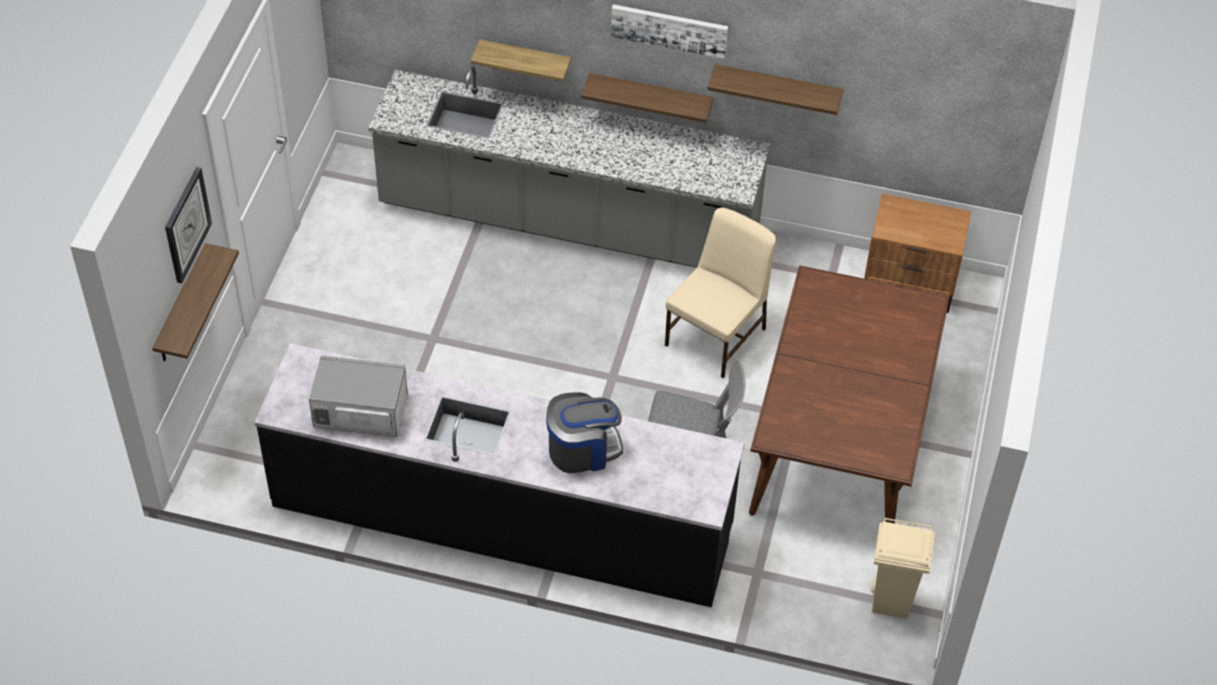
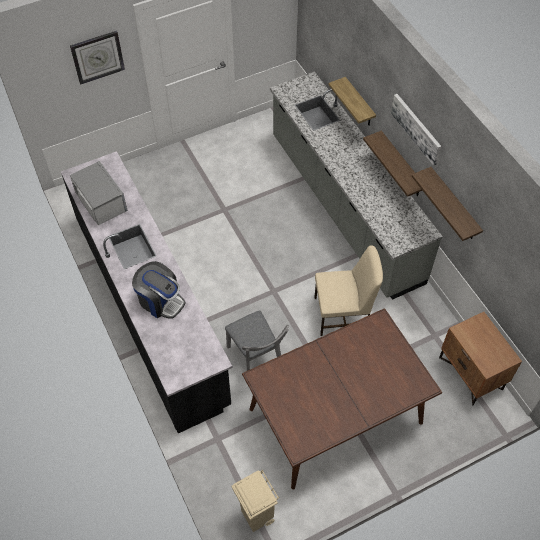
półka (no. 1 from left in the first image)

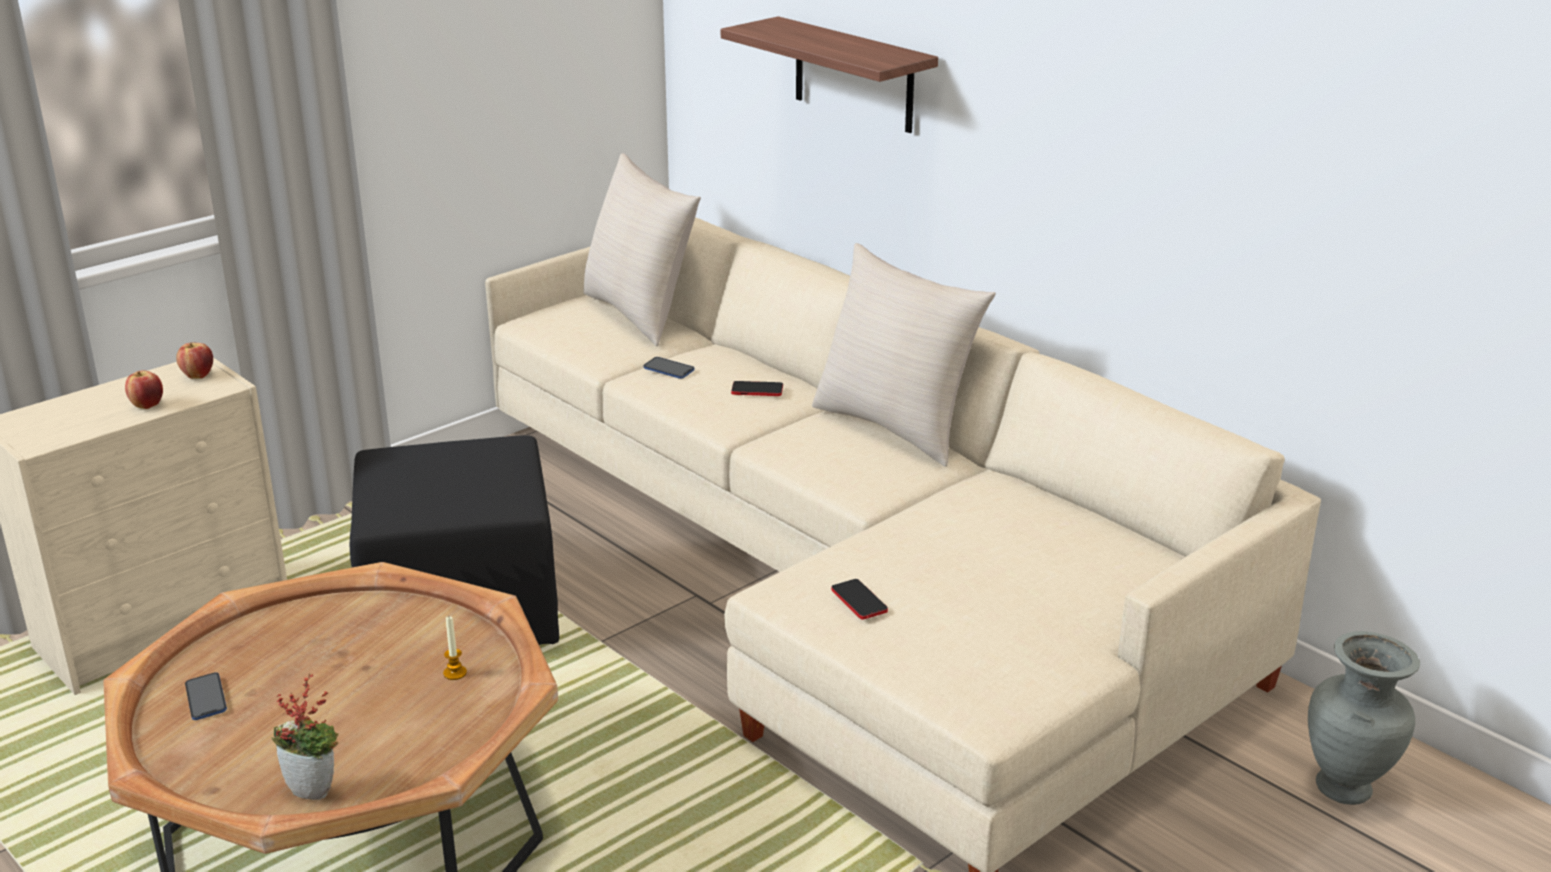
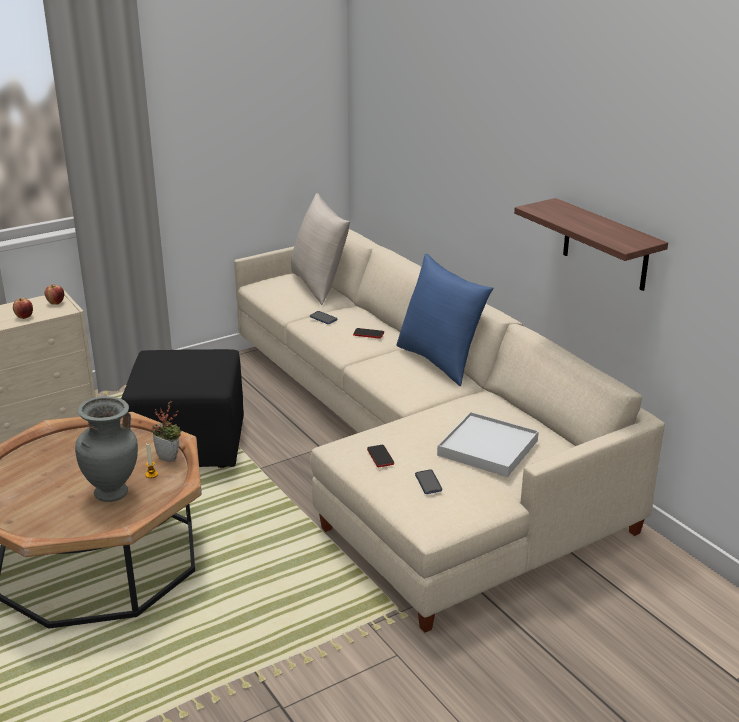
telefon (no. 4 from left); roślina doniczkowa; półka; poduszka [niebieski]; wazon [szary]; taca [biały]

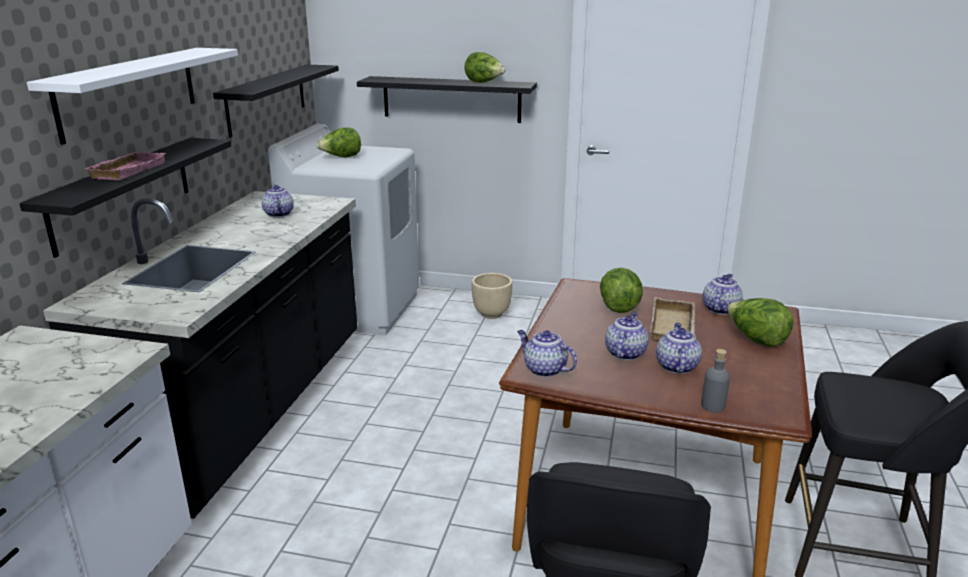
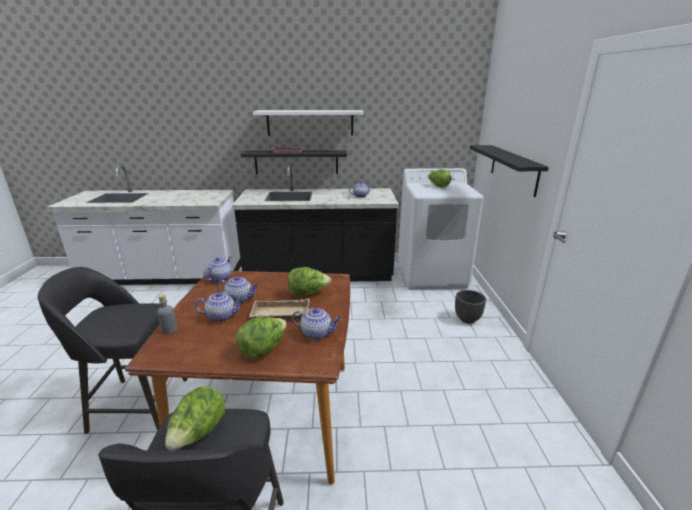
półka [czarny] (no. 2 from left in the first image); sałata (no. 1 from left); donica [czarny]

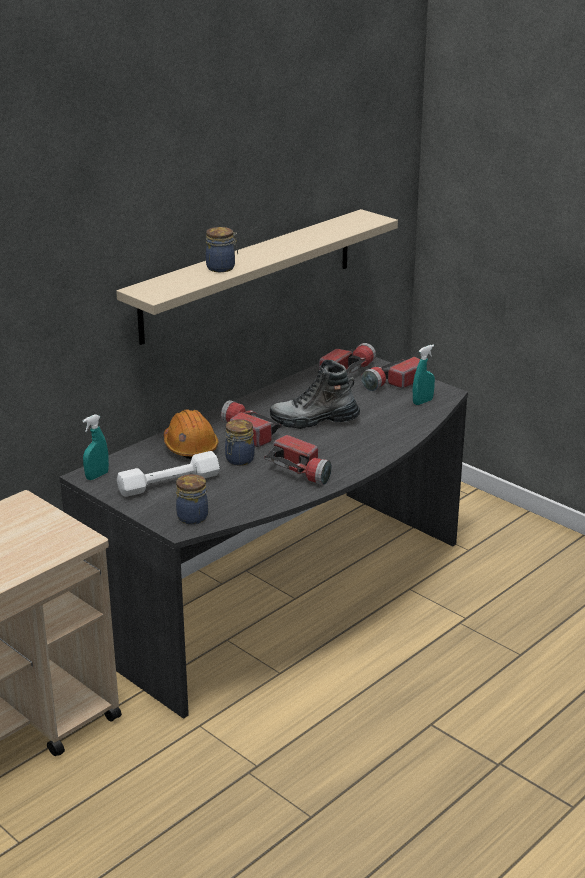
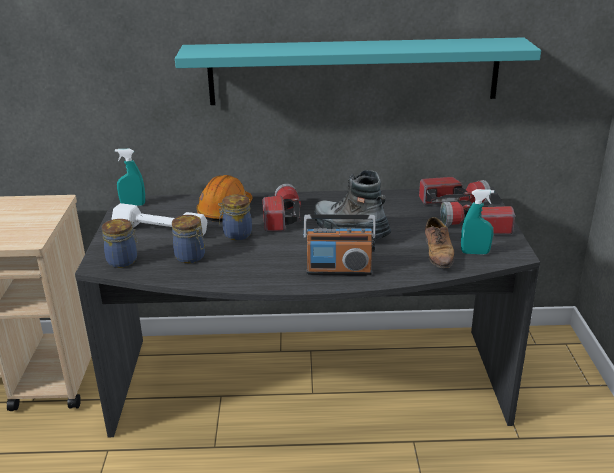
półka [turkusowy]; słoik (no. 2 from left); latarka (no. 2 from left in the first image); radio; but

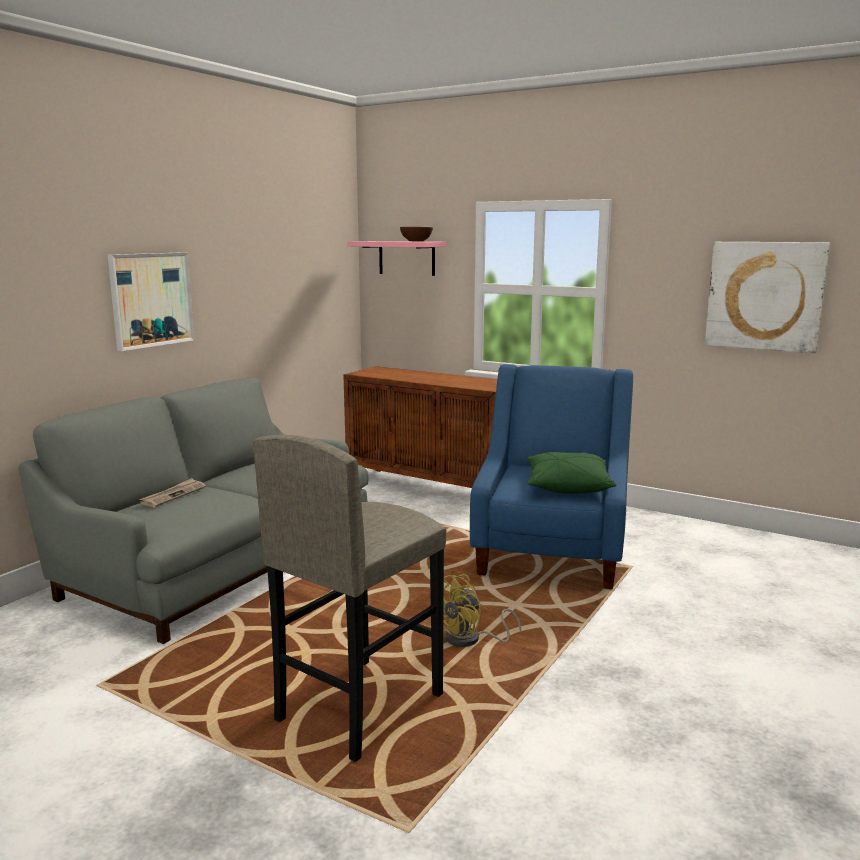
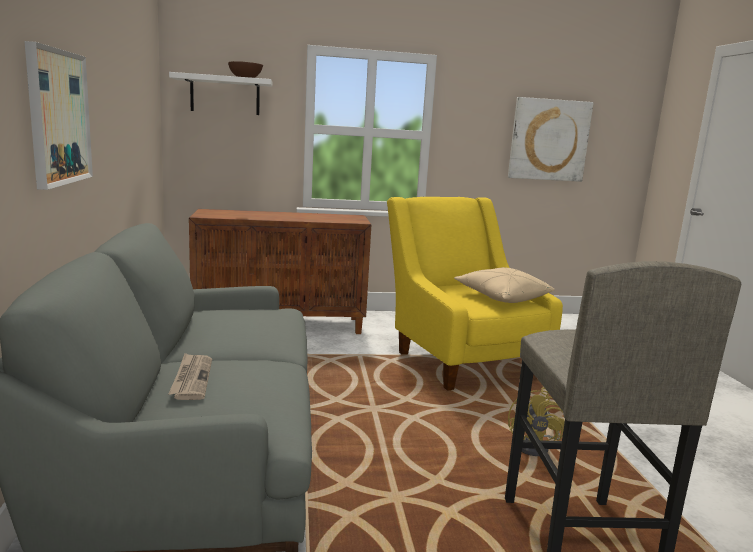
półka [biały]; fotel [żółty]; poduszka [beżowy]

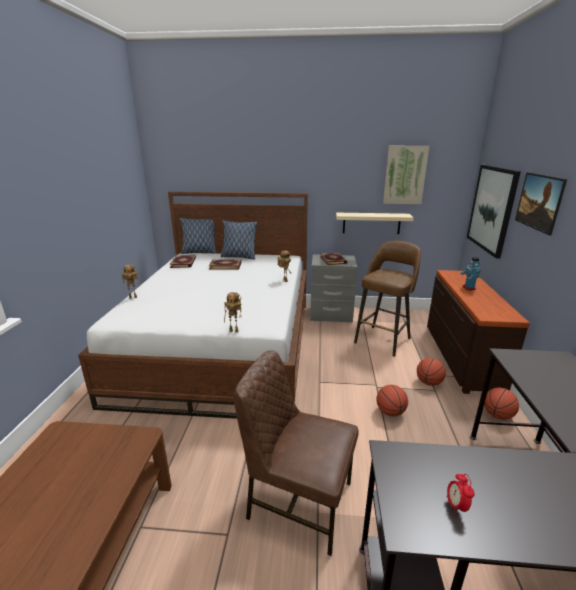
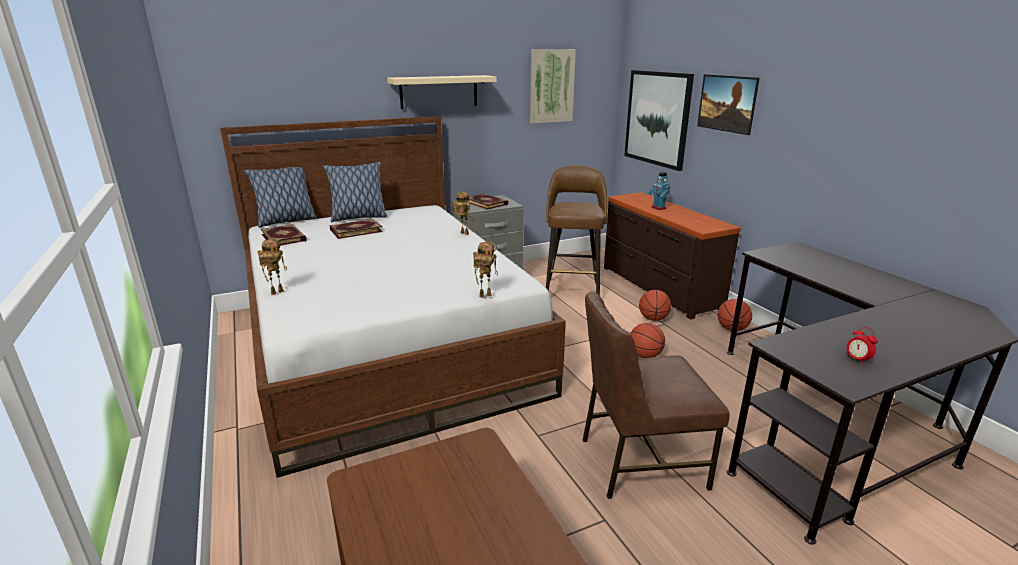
półka [beżowy]

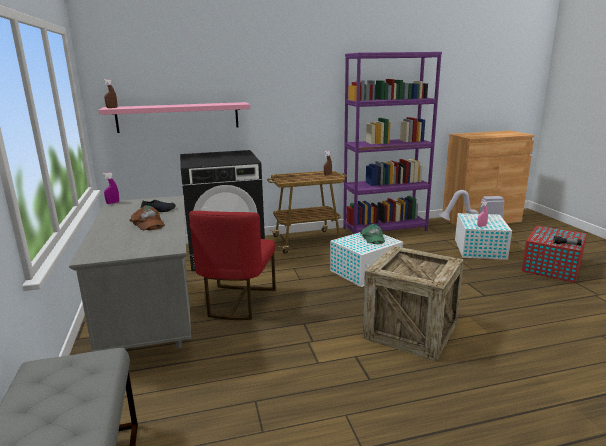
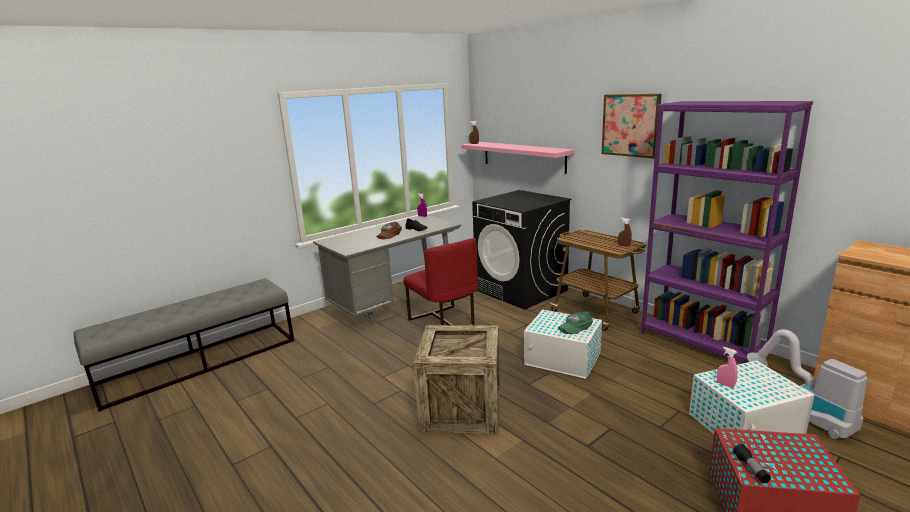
krzesło [czerwony]; obraz

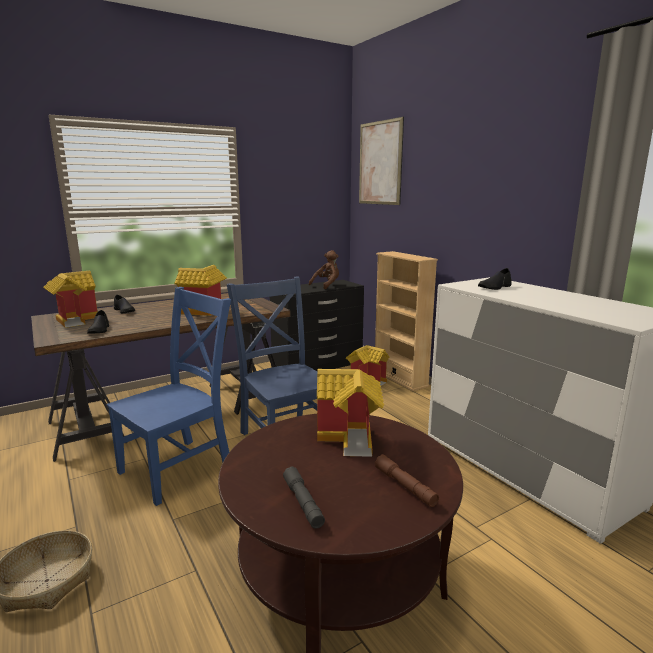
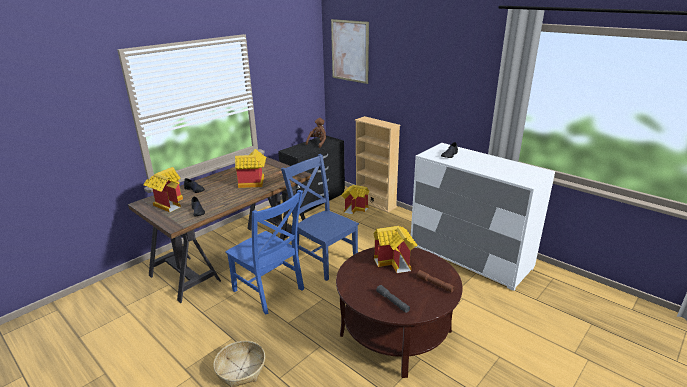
krzesło [niebieski] (no. 1 from left)

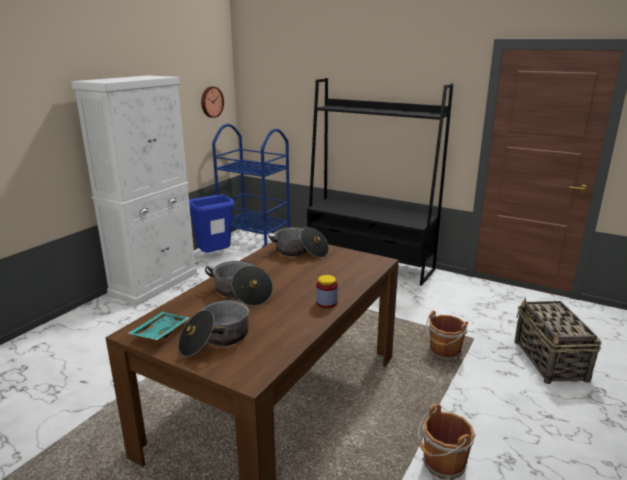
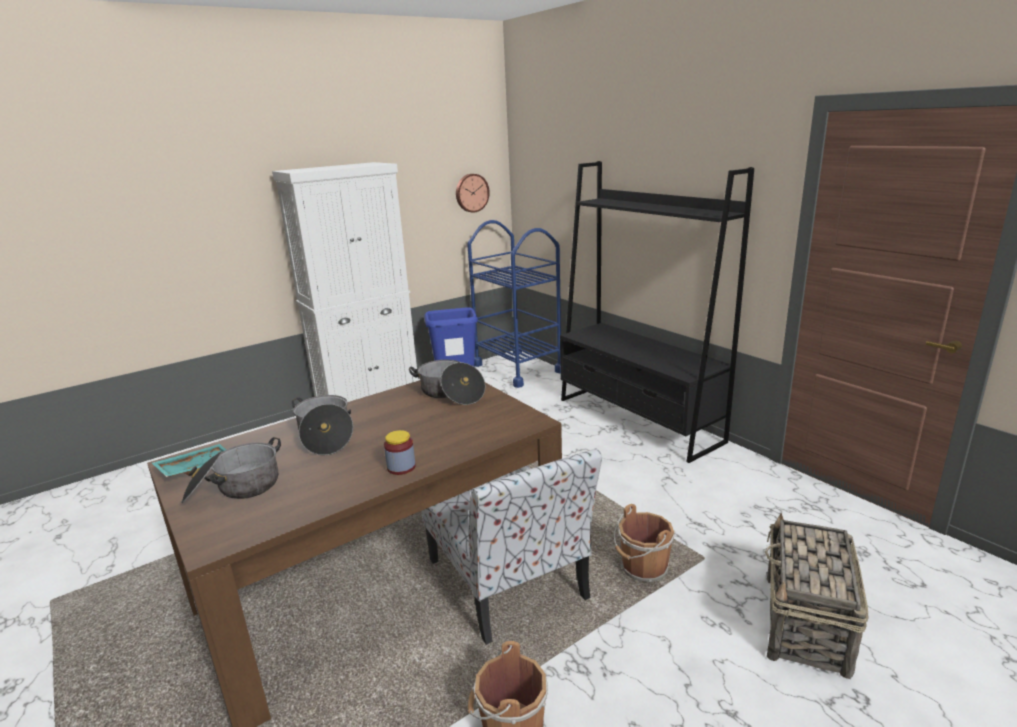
krzesło

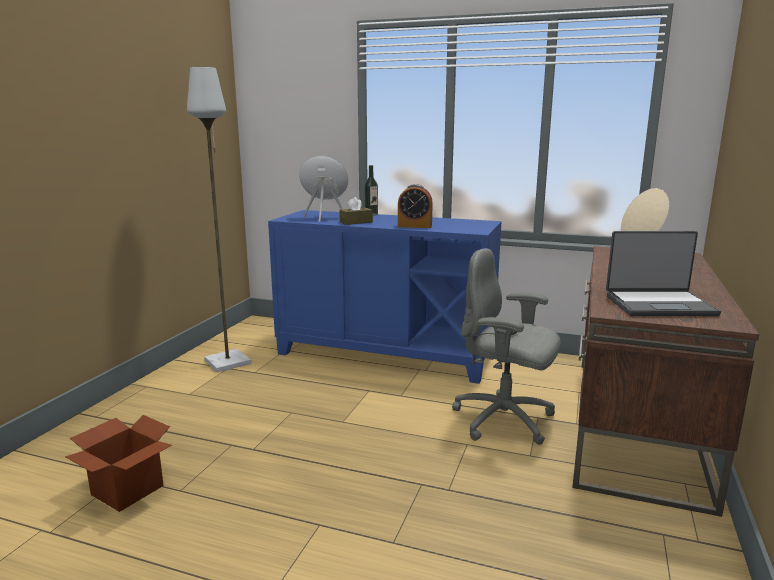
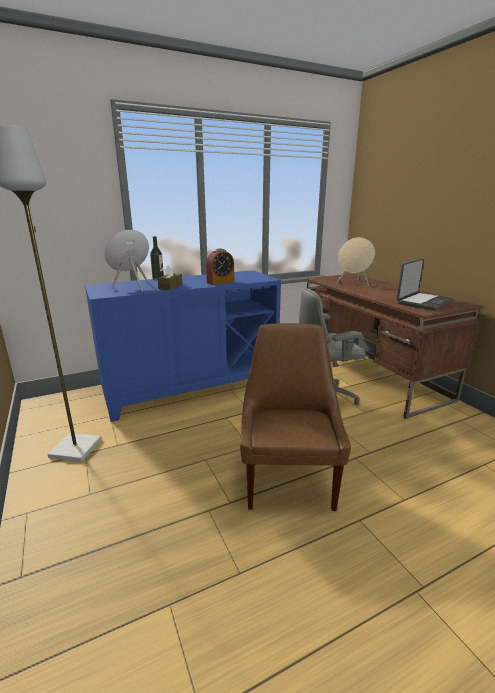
karton; krzesło [brązowy]

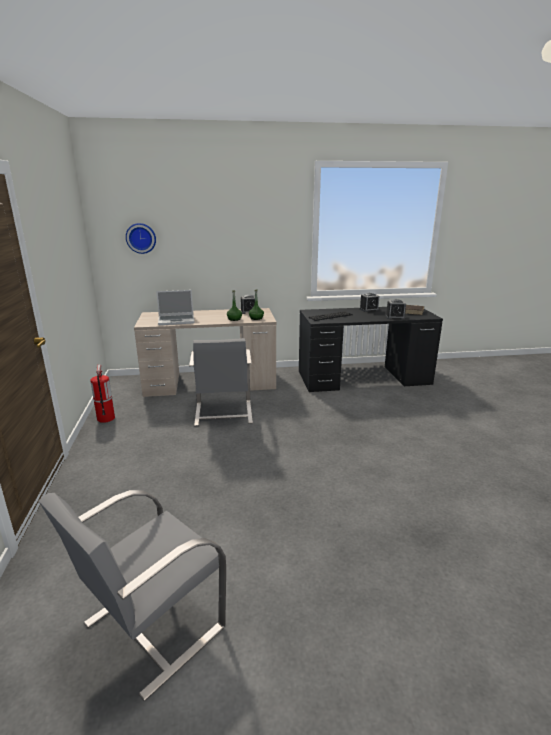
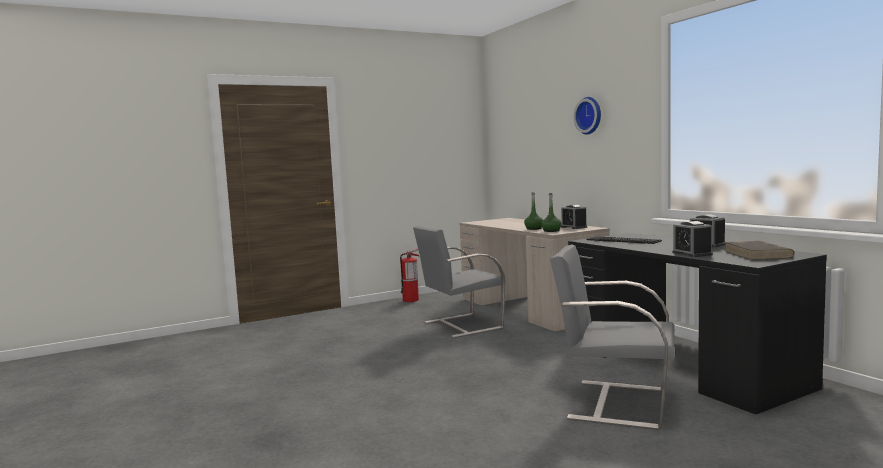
krzesło [szary] (no. 2 from left); zegar ścienny; laptop

